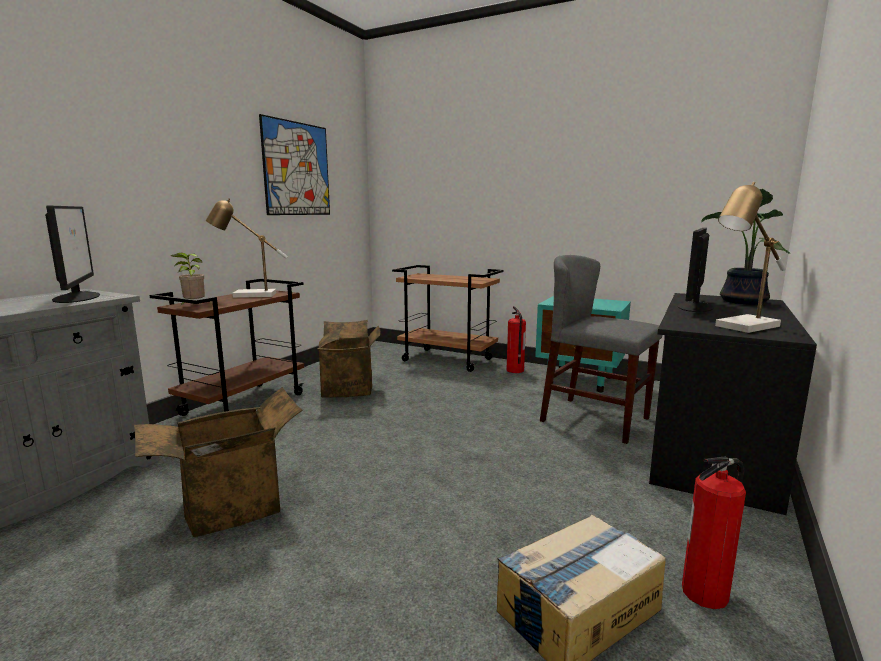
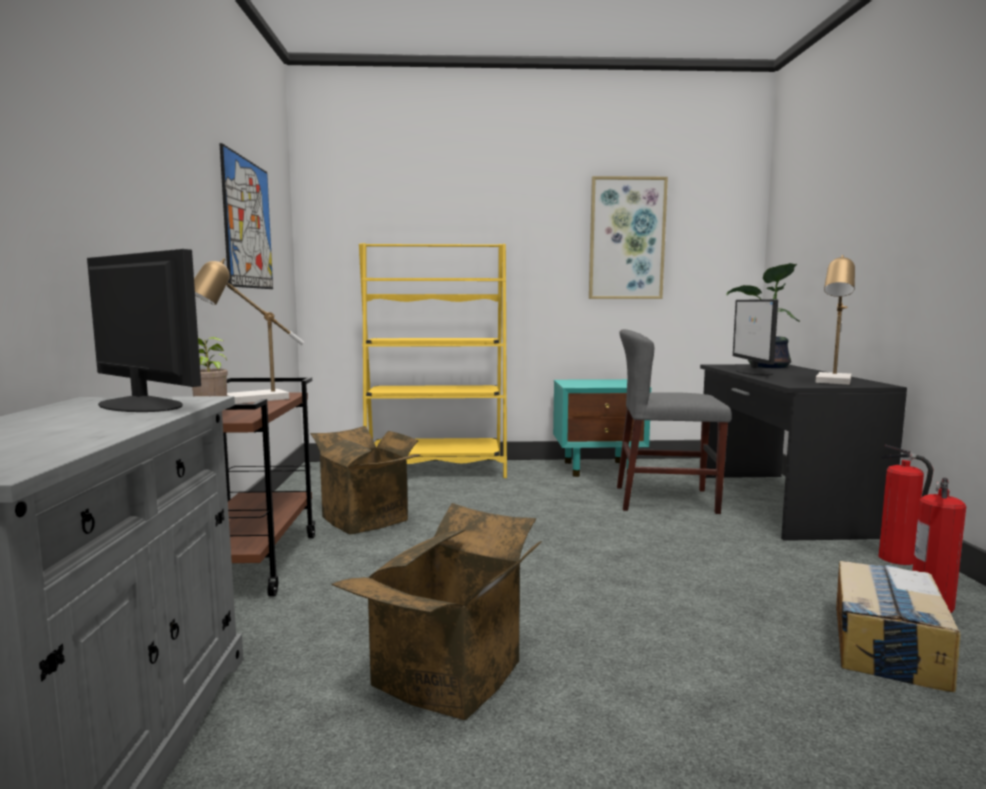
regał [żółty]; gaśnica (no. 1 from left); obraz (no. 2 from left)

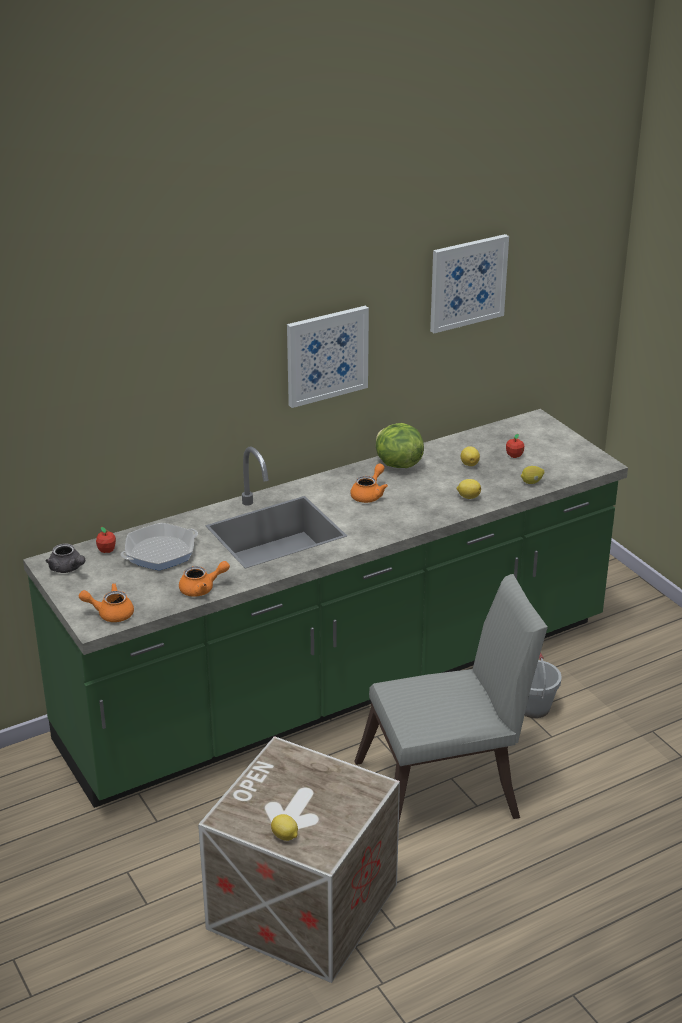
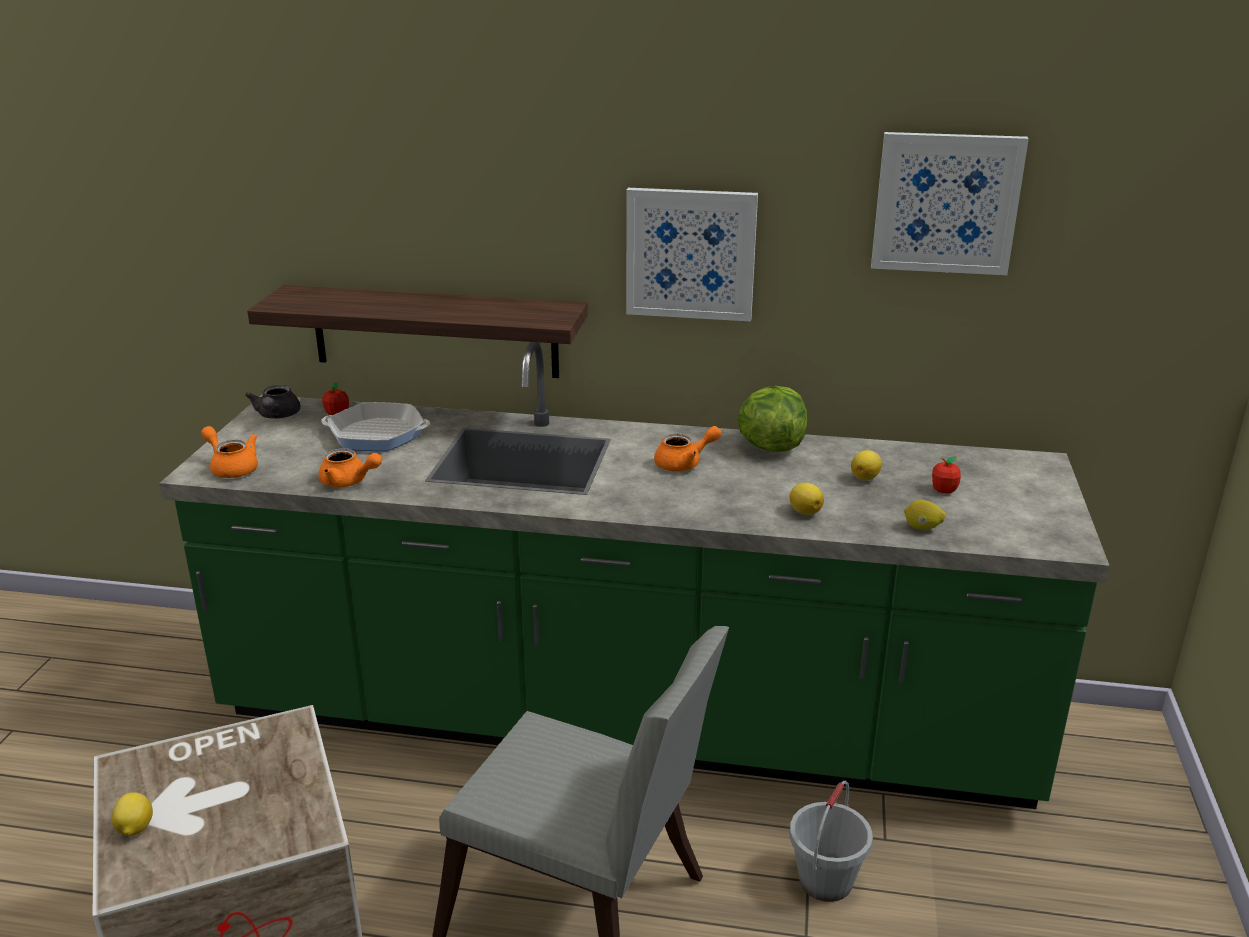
półka

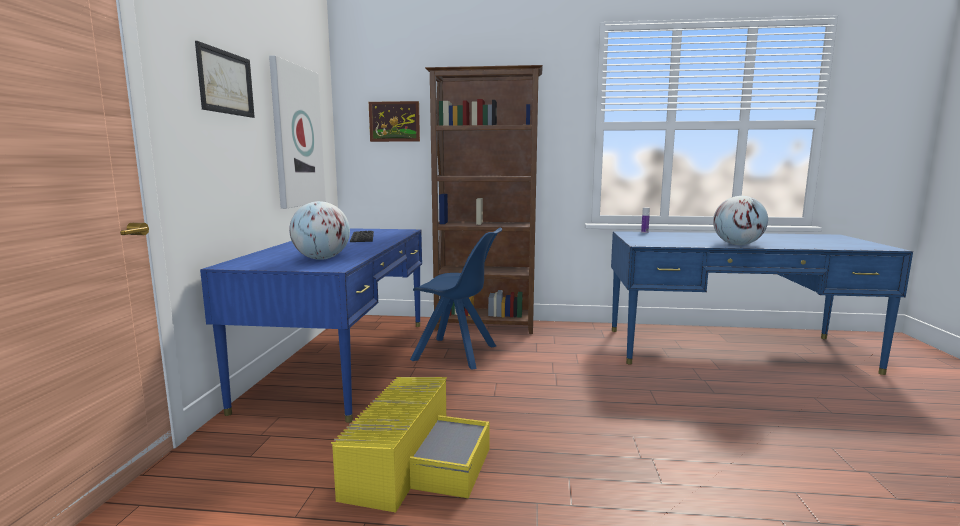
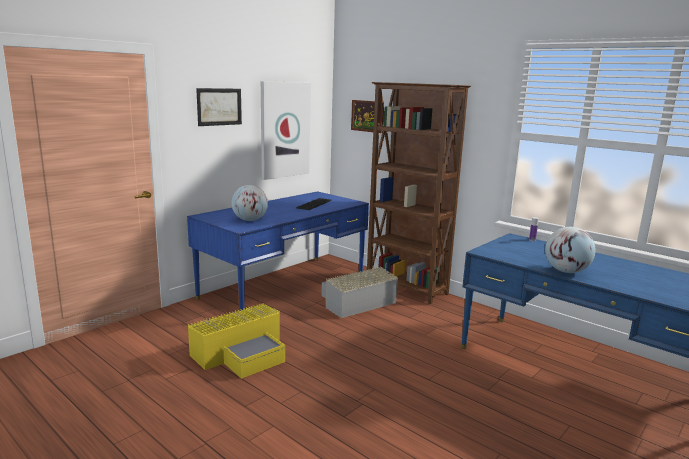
pojemnik do przechowywania [szary]

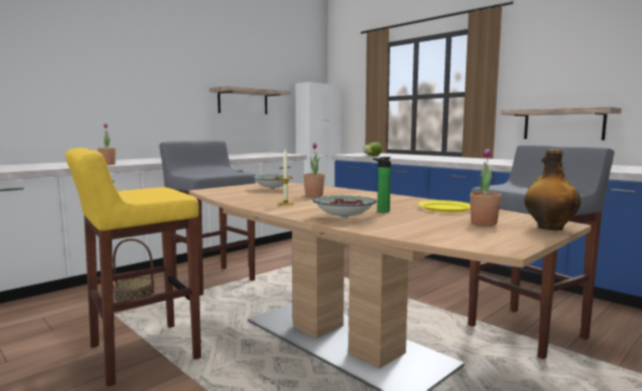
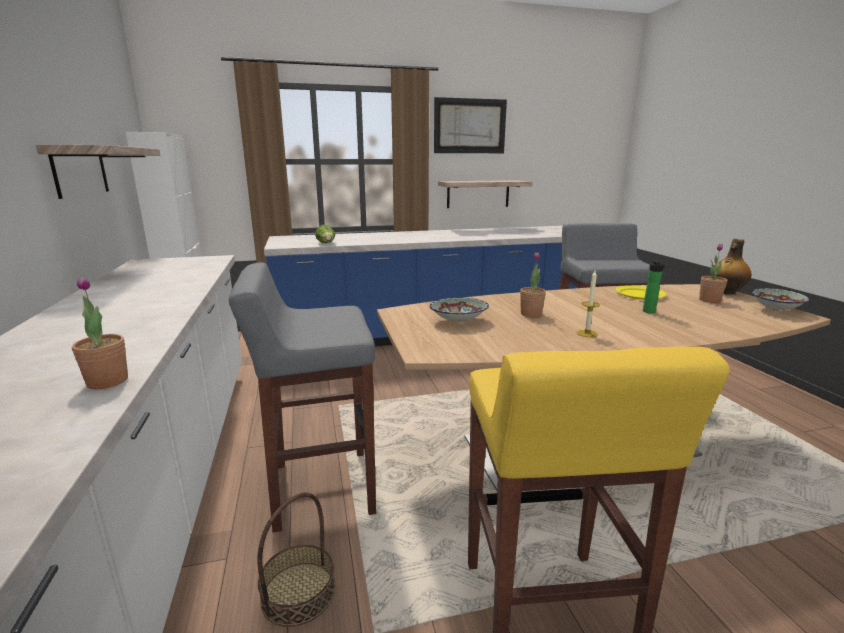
miska (no. 2 from left); obraz

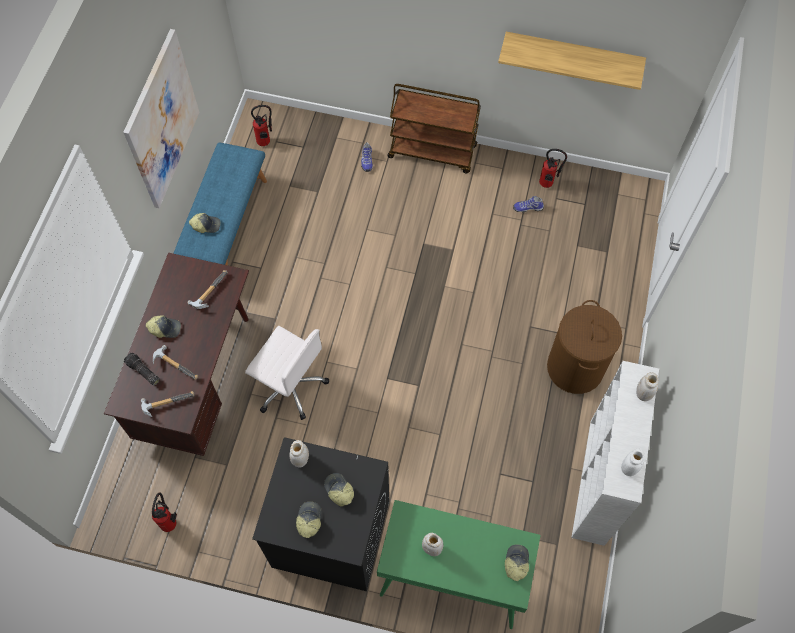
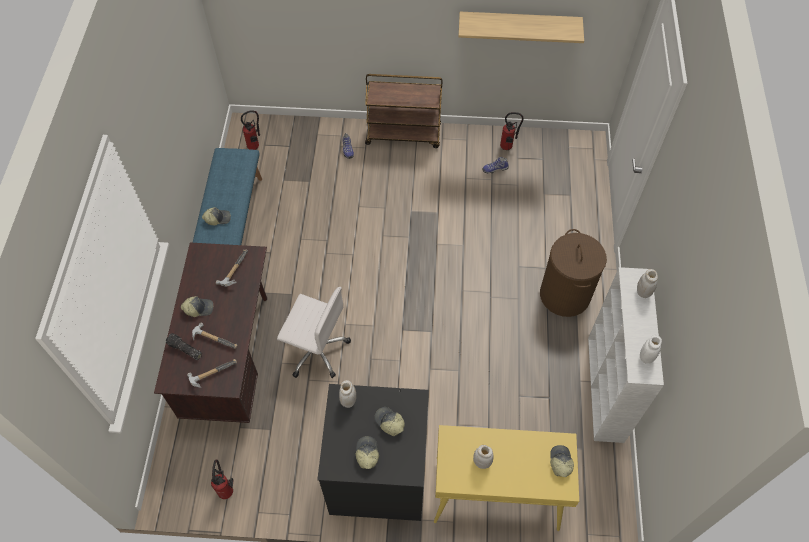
obraz; stolik konsolowy [żółty]

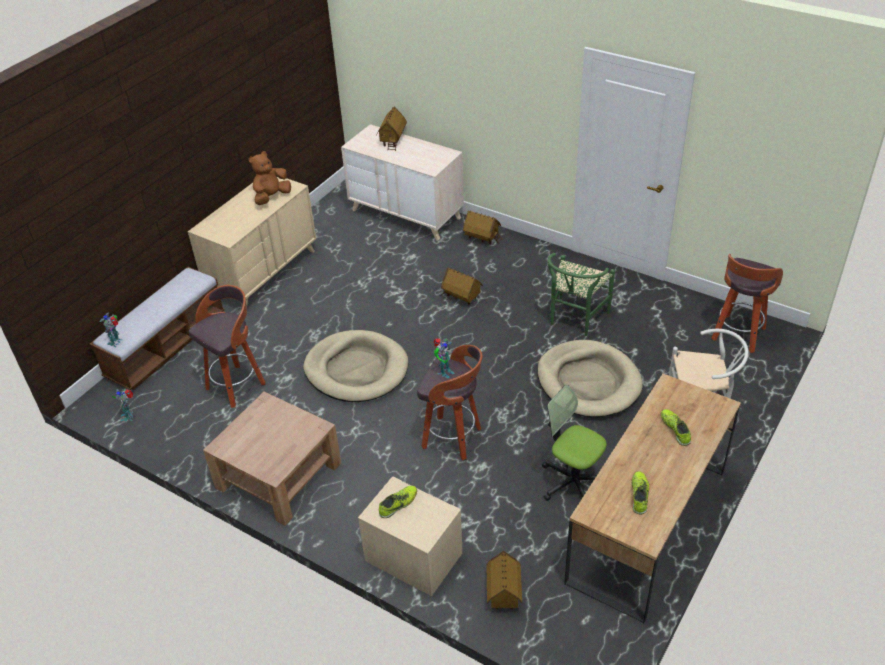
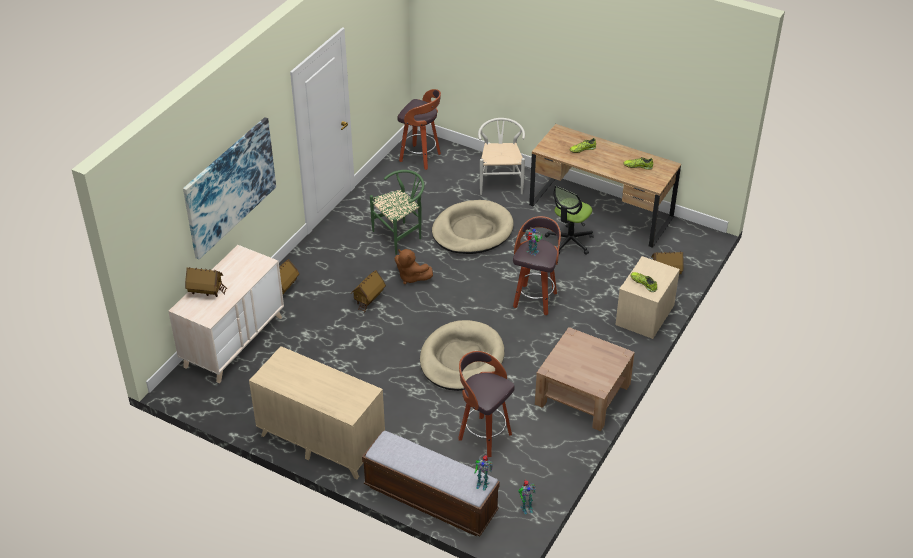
pluszak [brązowy]; krzesło [zielony]; obraz

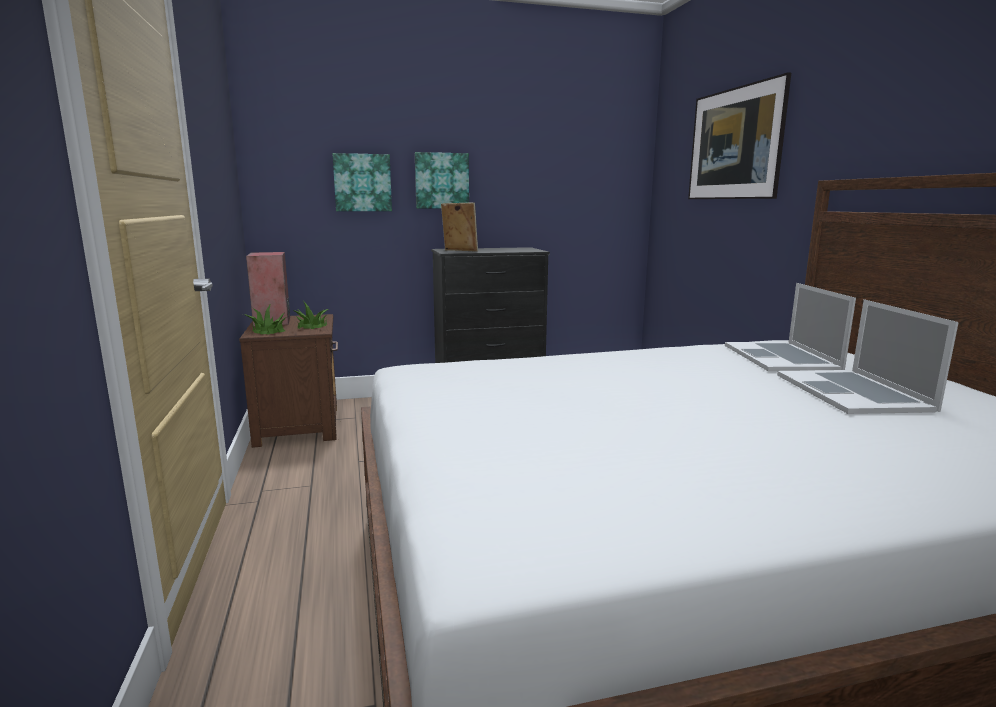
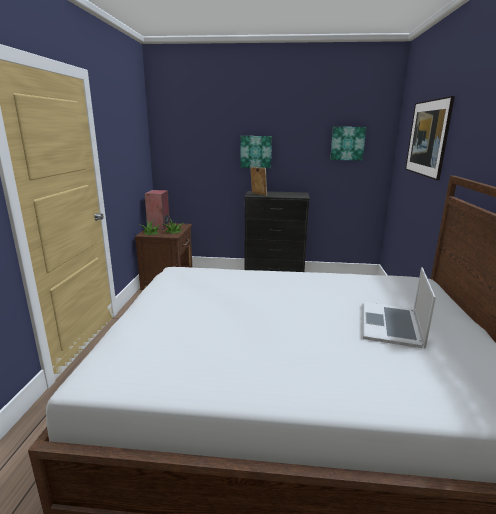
obraz (no. 2 from left); laptop (no. 1 from left in the first image)

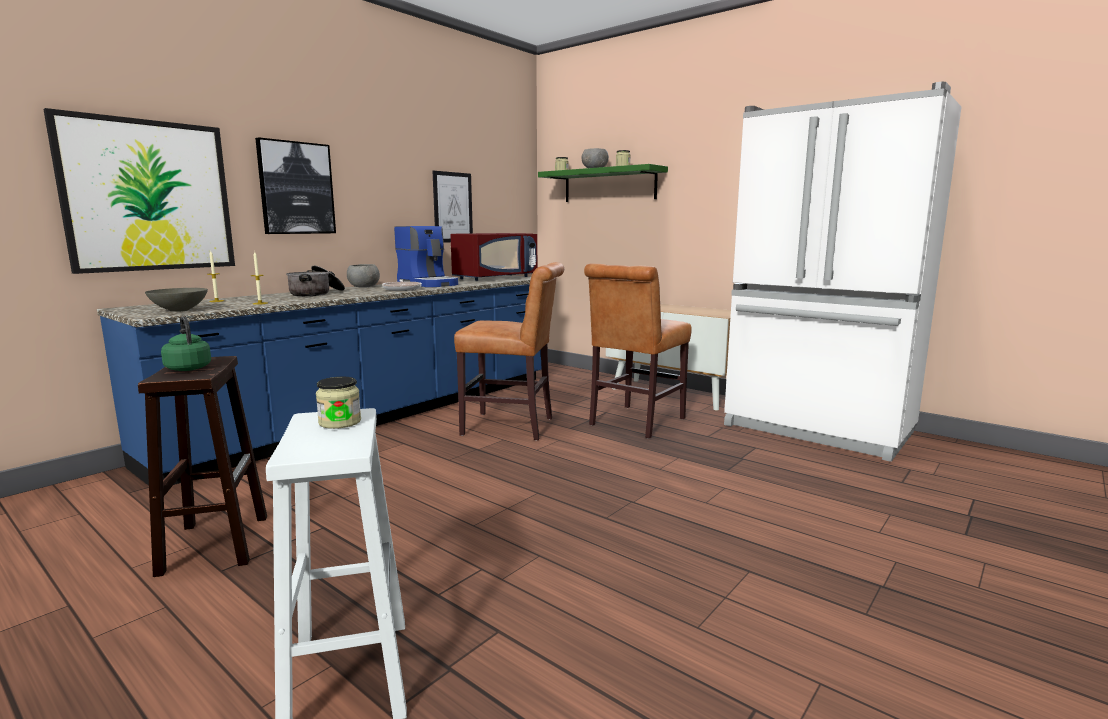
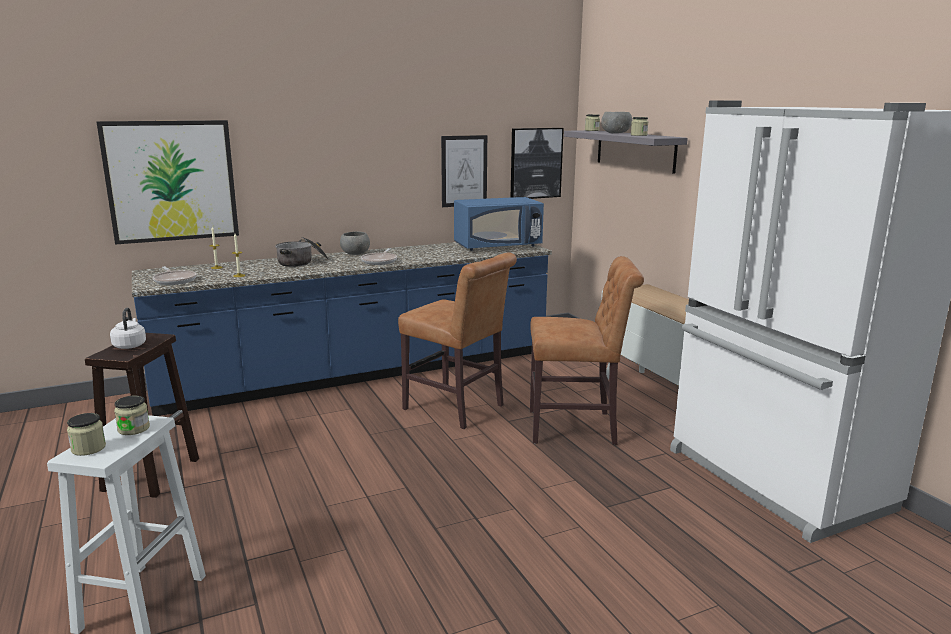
patelnia (no. 1 from left); czajnik [biały]; obraz (no. 3 from left); ekspres do kawy; mikrofalówka [niebieski]; półka [szary]; krzesło [brązowy] (no. 2 from left); słoik (no. 1 from left)

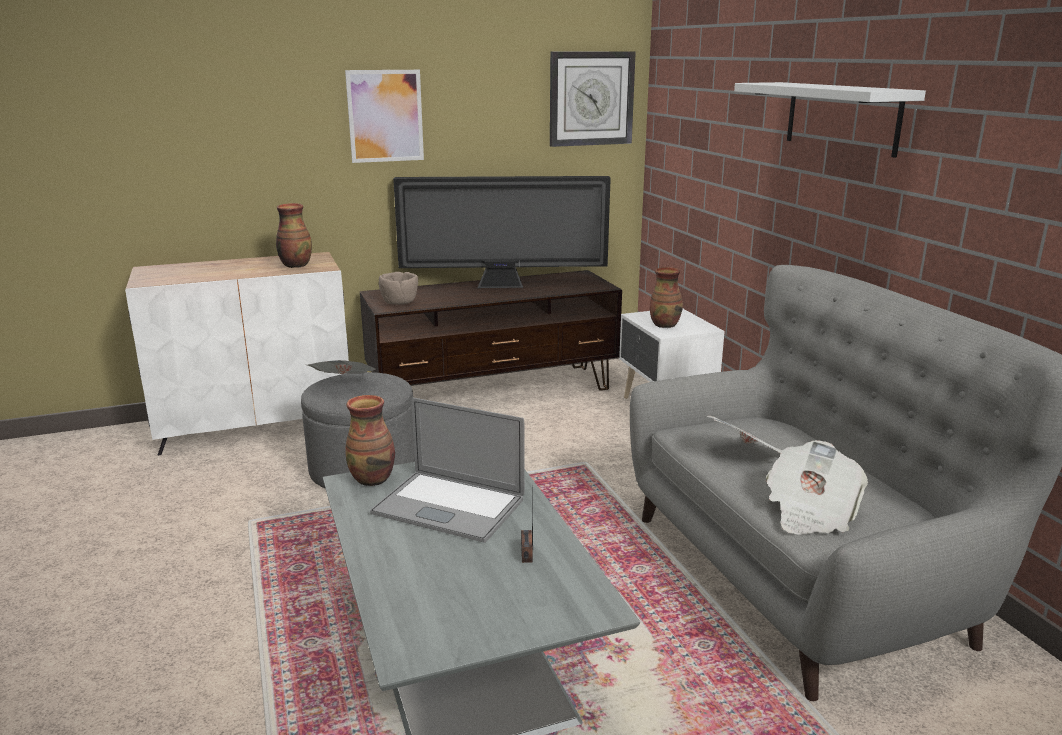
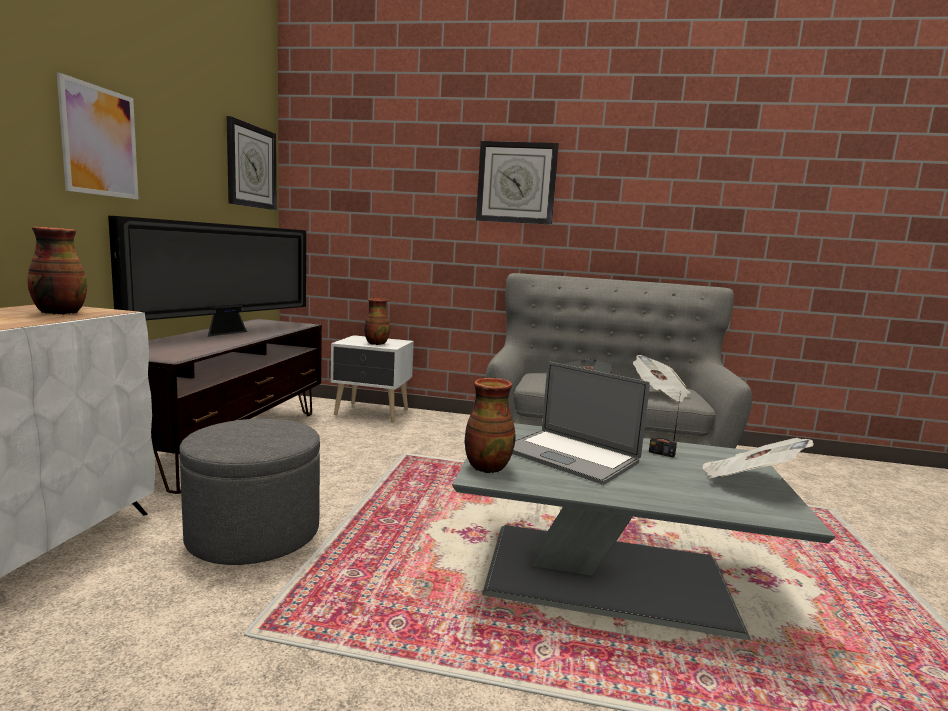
gazeta (no. 3 from left); laptop; miska [brązowy]; zegar ścienny (no. 2 from left)

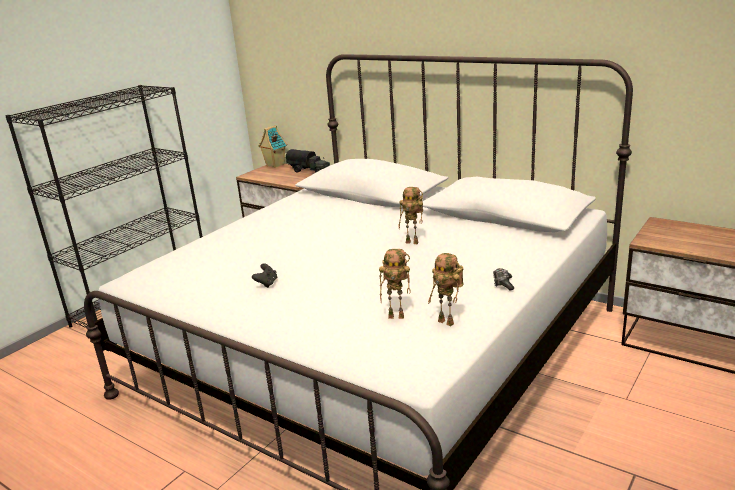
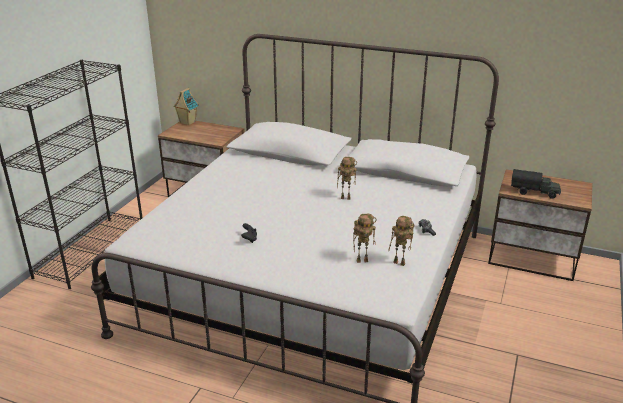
ciężarówka zabawkowa

